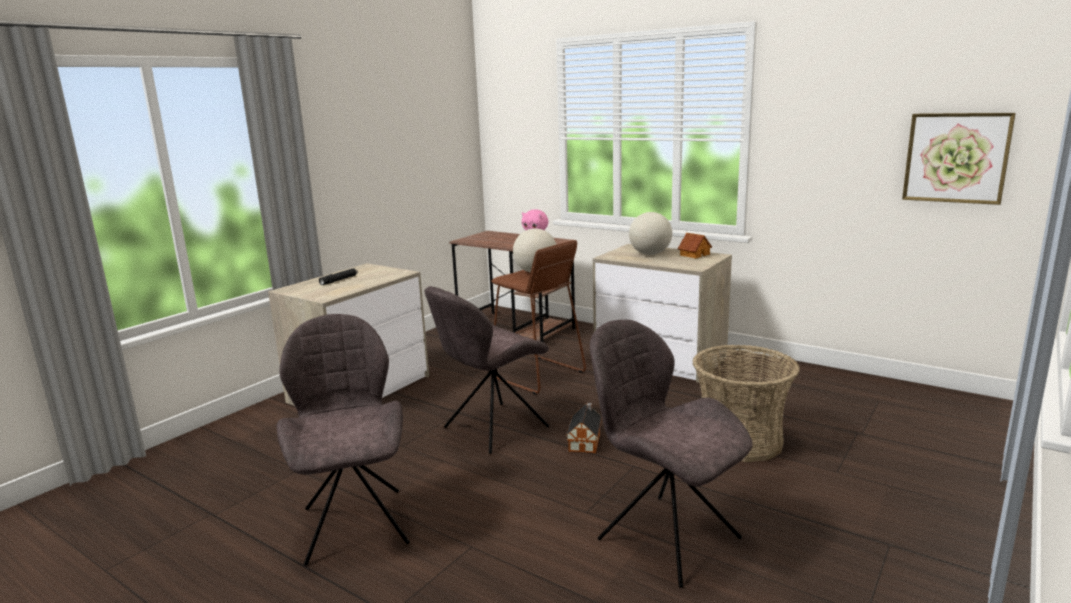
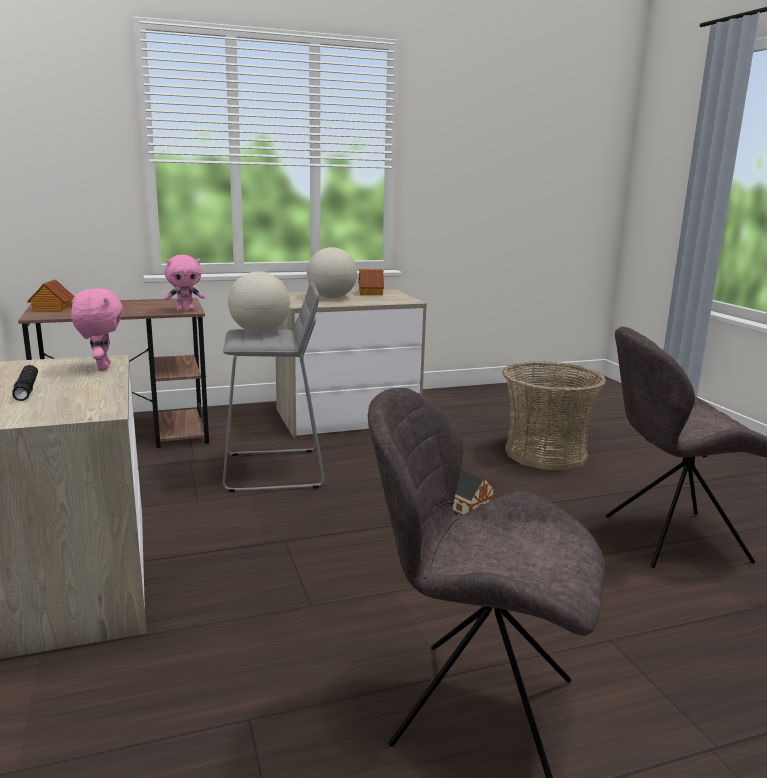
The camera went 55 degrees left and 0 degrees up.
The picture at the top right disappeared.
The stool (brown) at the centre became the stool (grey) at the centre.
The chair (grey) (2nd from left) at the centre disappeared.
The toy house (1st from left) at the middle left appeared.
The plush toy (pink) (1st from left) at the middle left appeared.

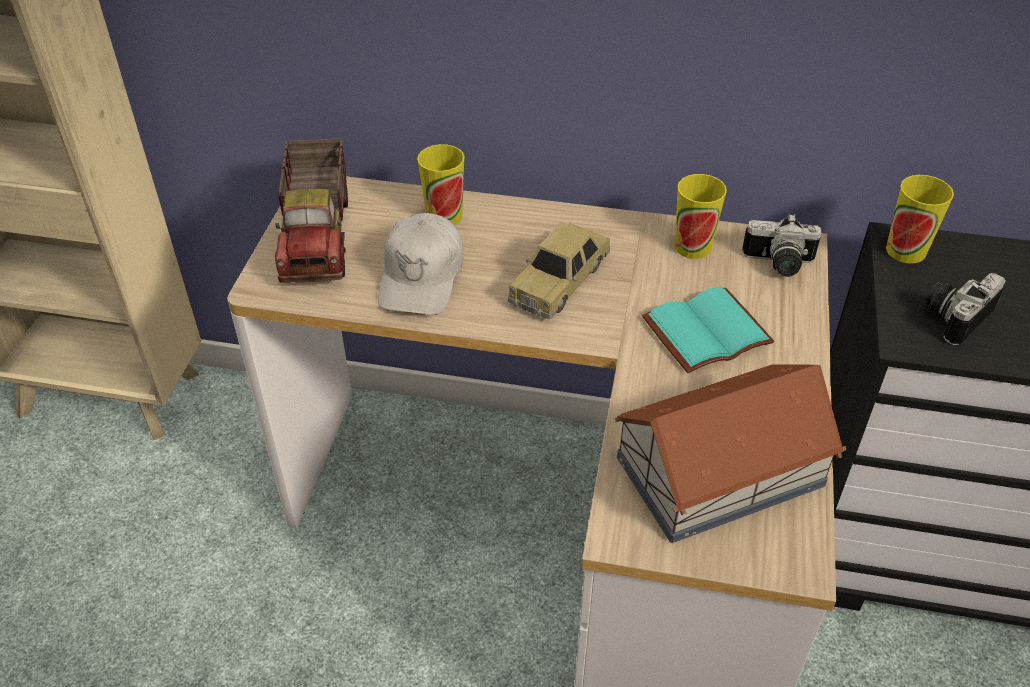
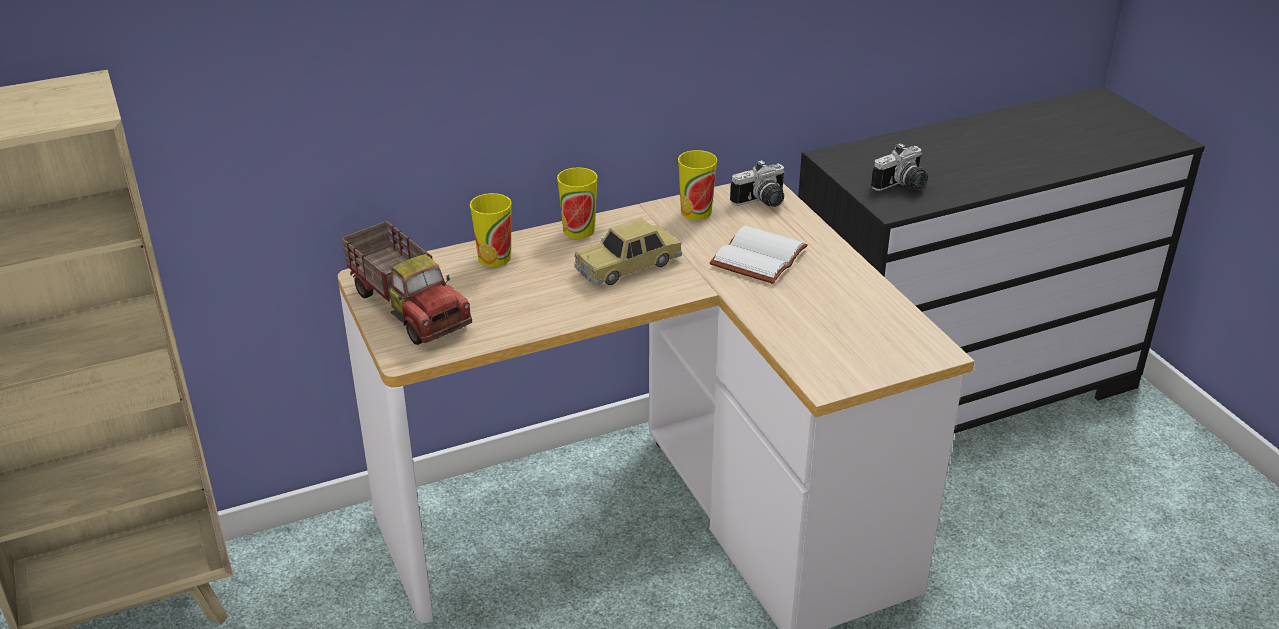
The camera went 35 degrees left and 10 degrees down.
The cup (3rd from left in the first image) moved from the top right to the top centre.
The cap (white) at the centre disappeared.
The toy car at the centre turned 60 degrees clockwise.
The photo camera (2nd from left) at the middle right turned 135 degrees counterclockwise.
The book (turquoise) at the middle right became the book (white) at the centre.
The toy house at the middle right disappeared.

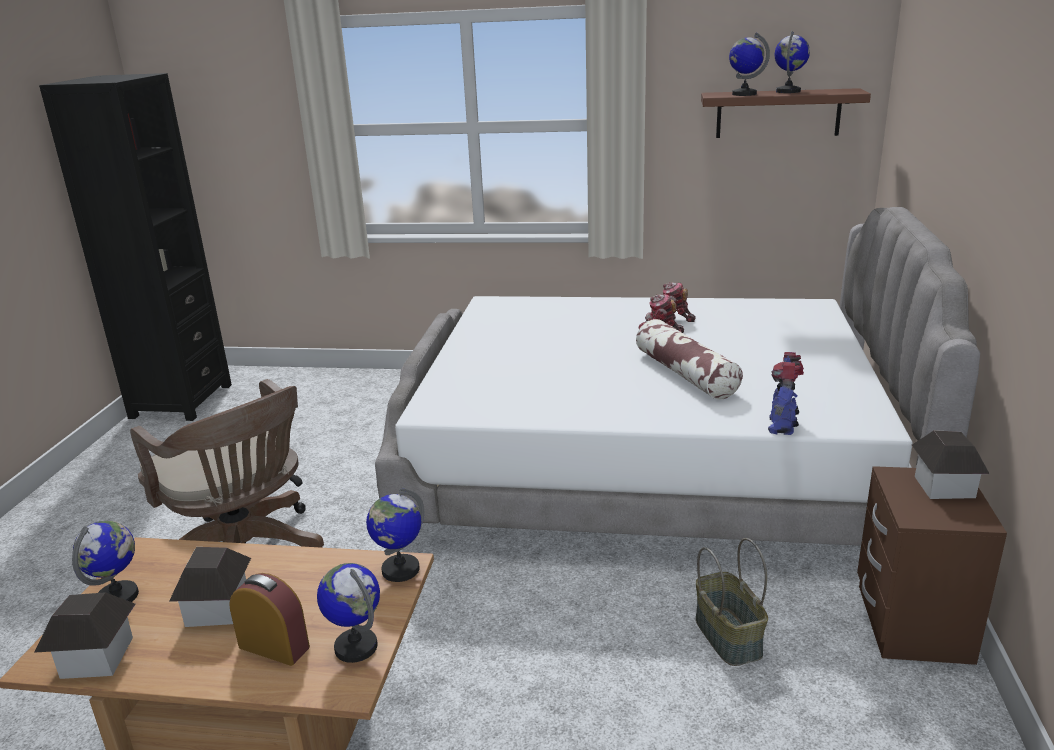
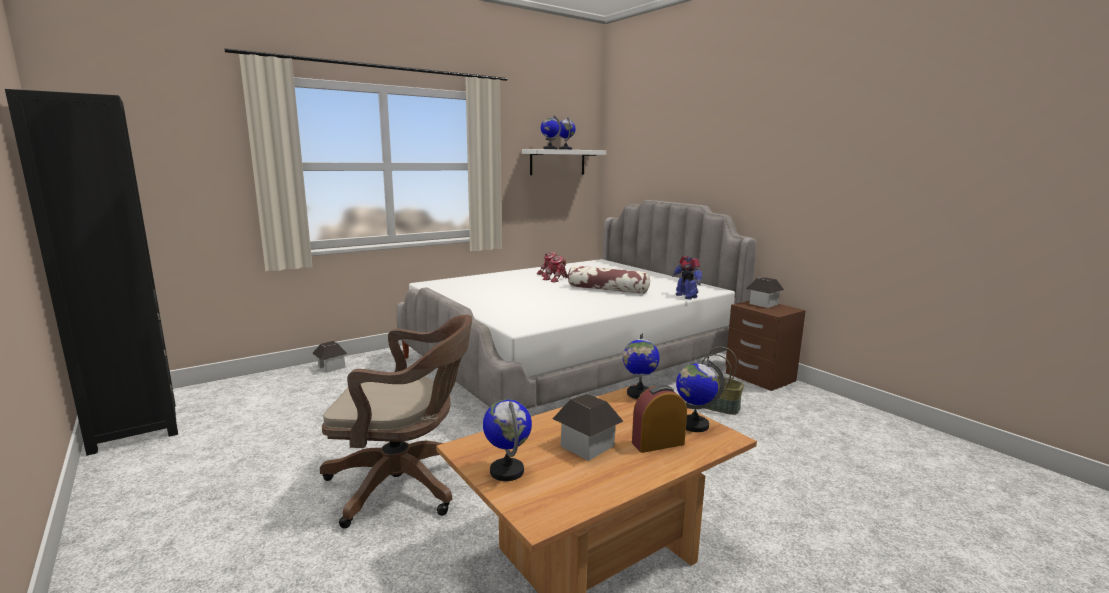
The camera went 45 degrees left and 10 degrees down.
The shelf (brown) at the top right became the shelf (white) at the top centre.
The toy house (1st from left) moved from the bottom left to the middle left.

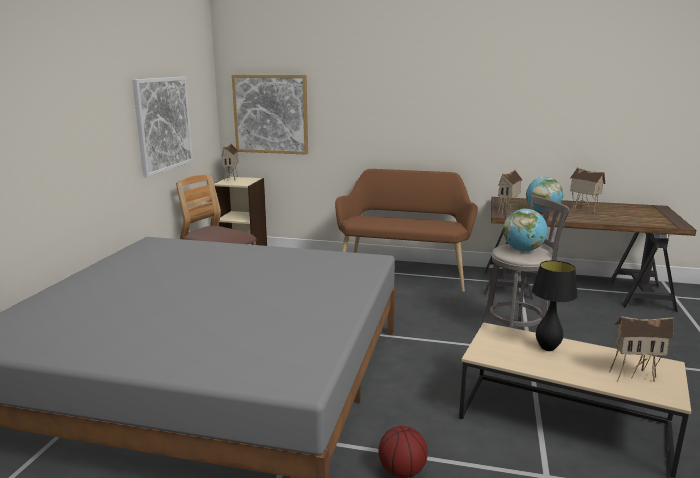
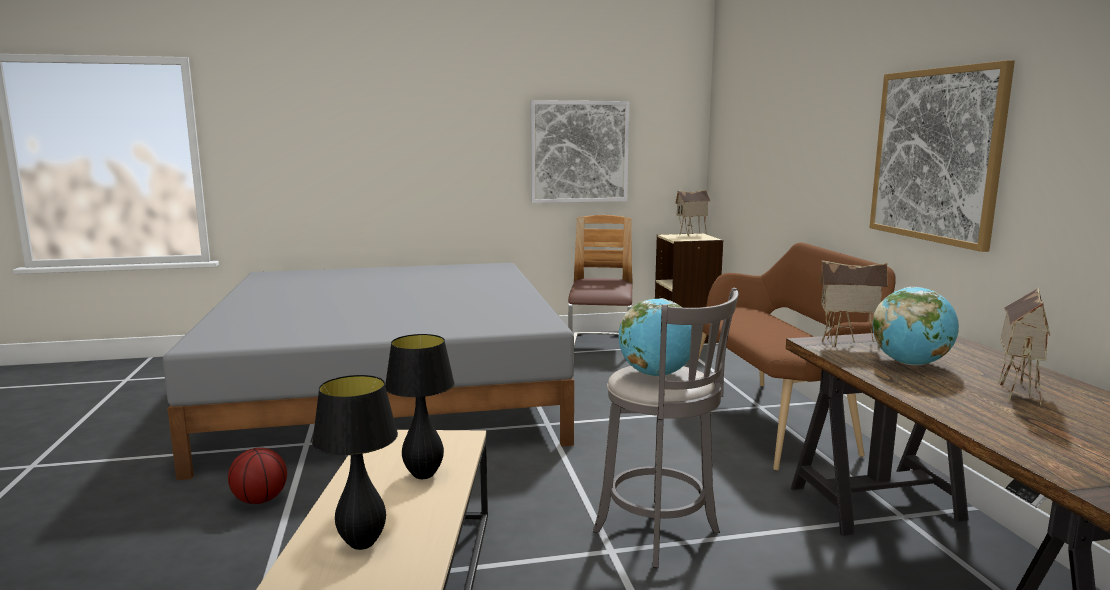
The camera went 65 degrees right and 5 degrees down.
The picture (2nd from left) moved from the top centre to the top right.
The toy house (4th from left) at the bottom right was replaced by the table lamp (black) (1st from left) at the bottom left.

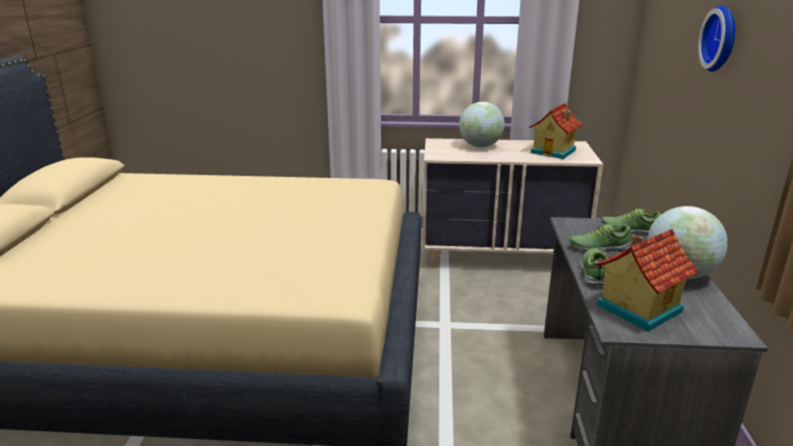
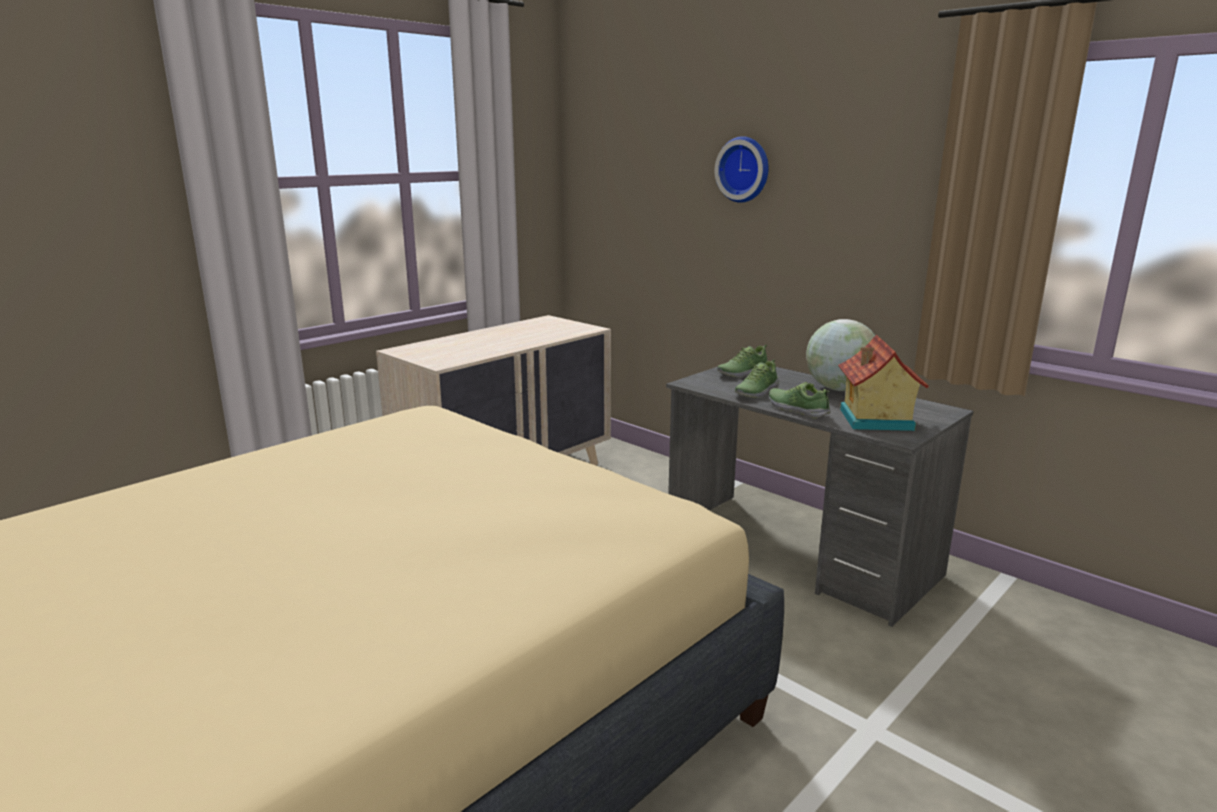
The camera went 50 degrees left and 5 degrees down.
The globe (1st from left) at the top centre disappeared.
The toy house (1st from left) at the top right disappeared.

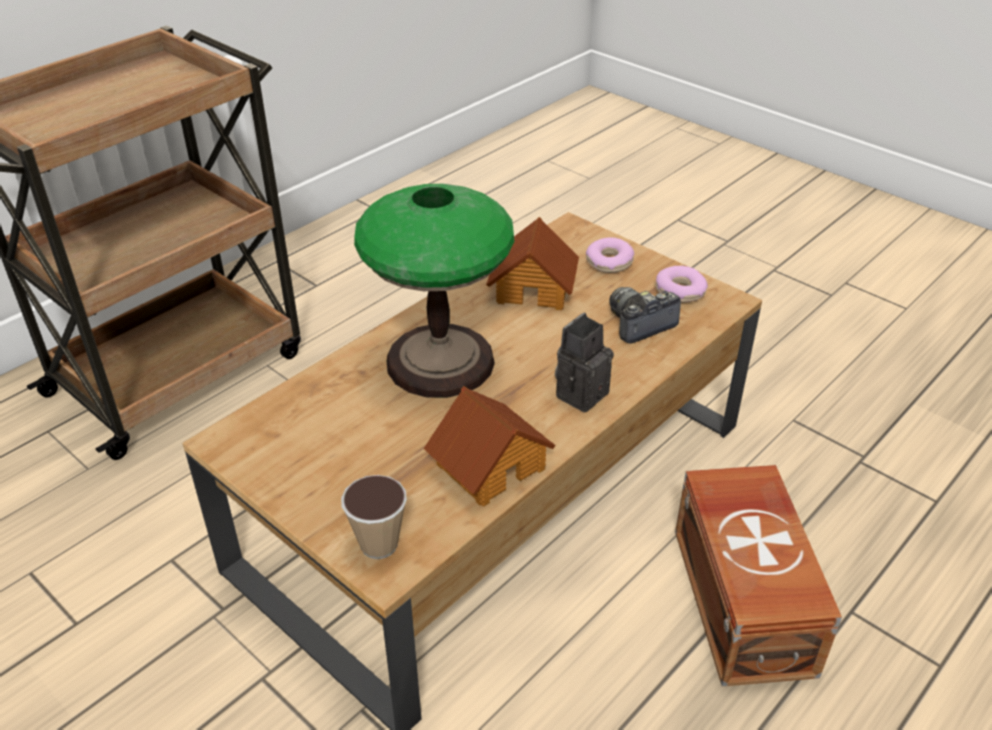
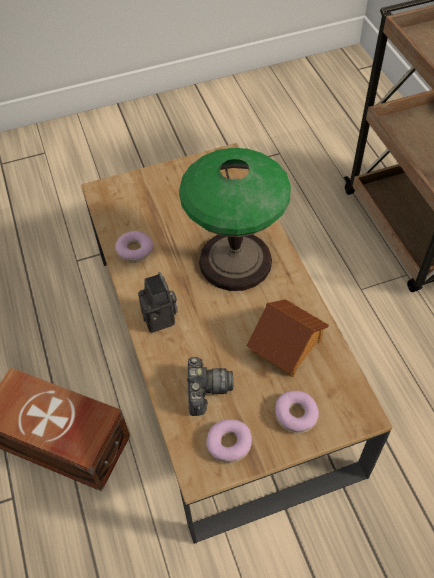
The camera went 120 degrees right and 15 degrees up.
The toy house (1st from left) at the centre was replaced by the donut (1st from left) at the middle left.
The cup at the bottom centre disappeared.

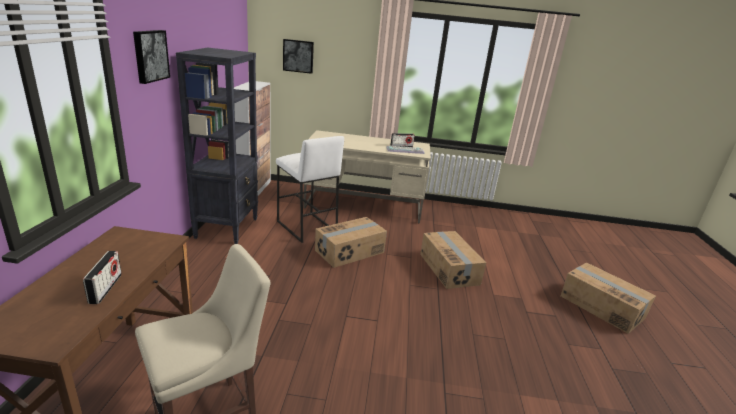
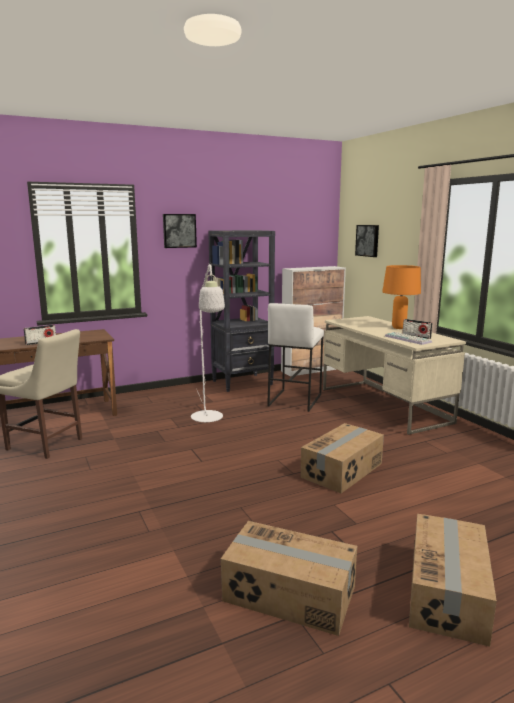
The camera went 60 degrees right and 10 degrees down.
The cardboard box (1st from left) moved from the centre to the bottom centre.
The floor lamp (white) at the centre appeared.
The table lamp (orange) at the middle right appeared.

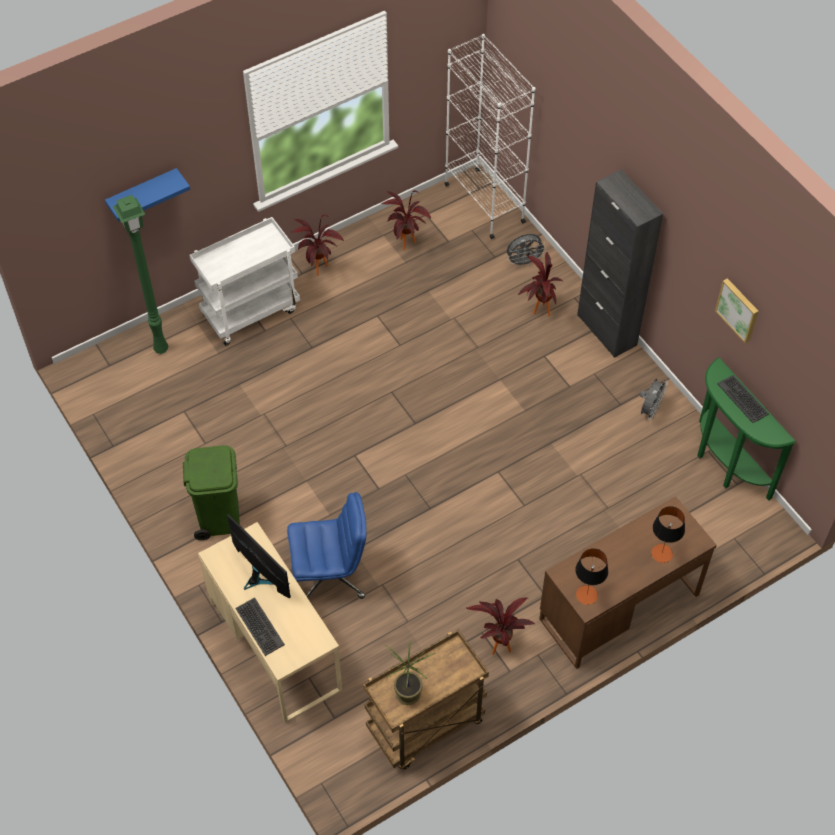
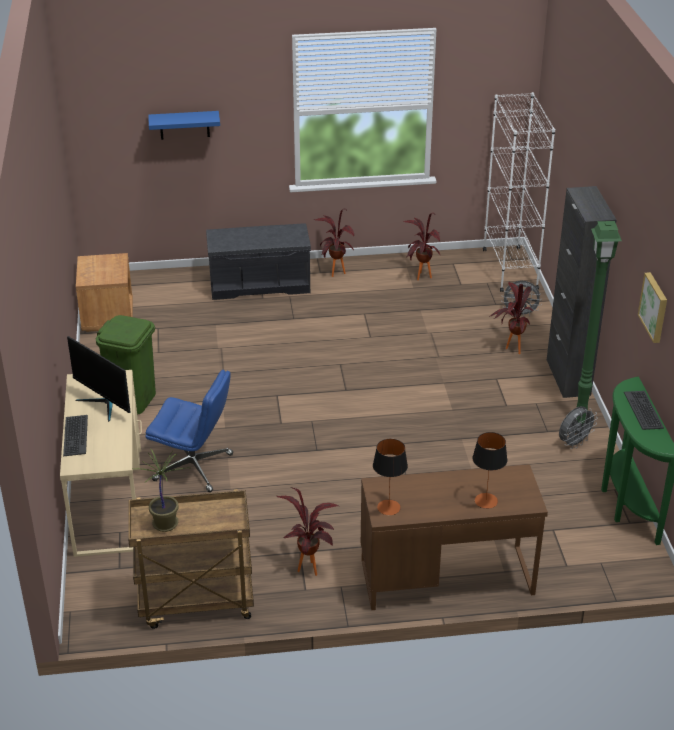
The camera went 25 degrees right and 20 degrees down.
The floor lamp (green) moved from the top left to the middle right.
The cart (white) at the middle left was replaced by the bench (grey) at the centre.
The monitor at the middle left turned 150 degrees clockwise.
The nightstand (brown) at the middle left appeared.

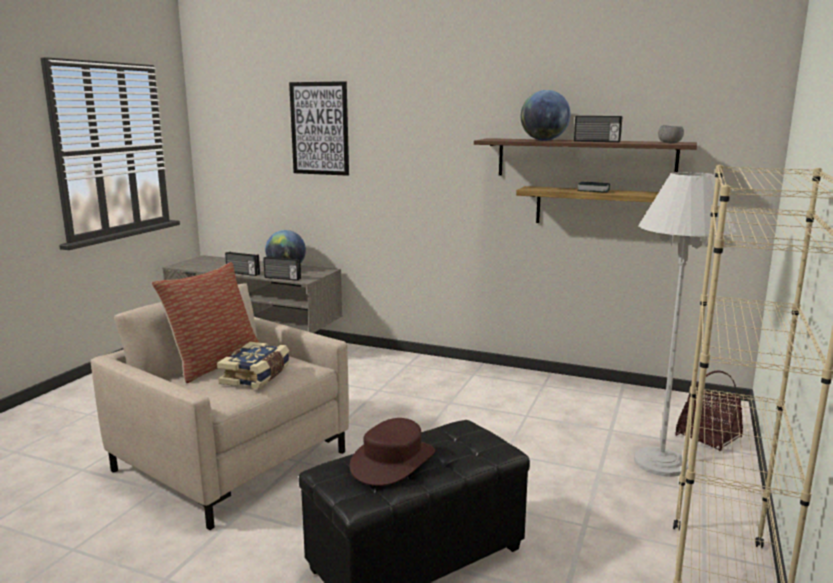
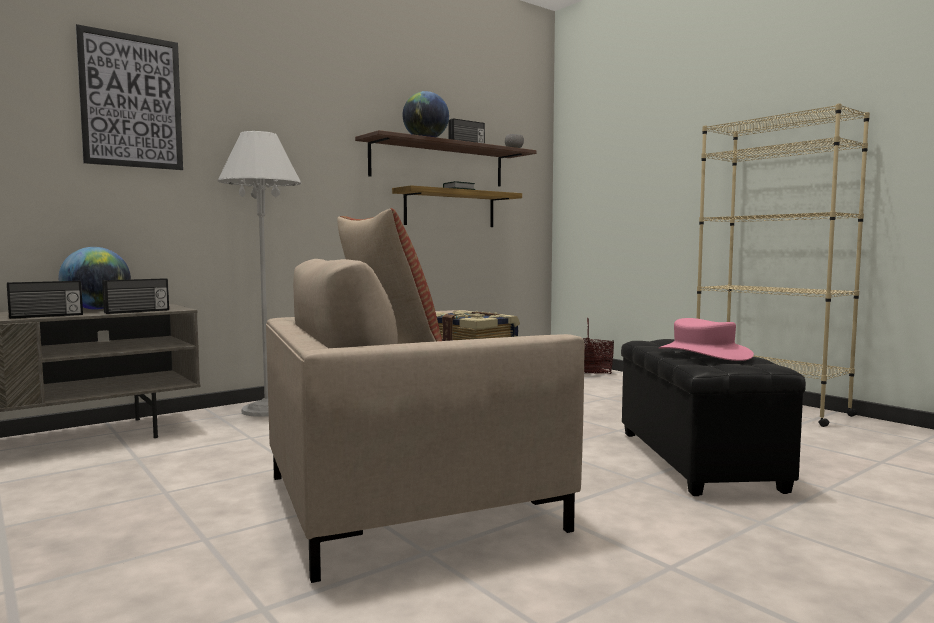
The camera went 60 degrees left and 10 degrees down.
The floor lamp (white) moved from the middle right to the middle left.
The hat (brown) at the bottom centre became the hat (pink) at the middle right.

